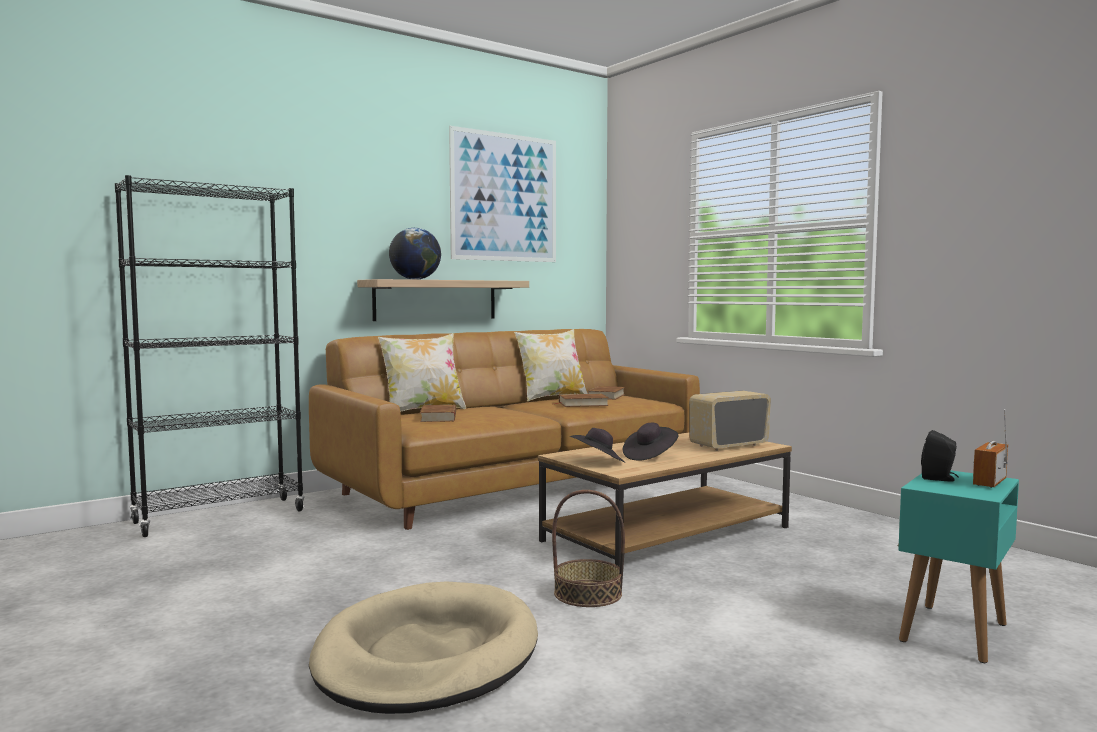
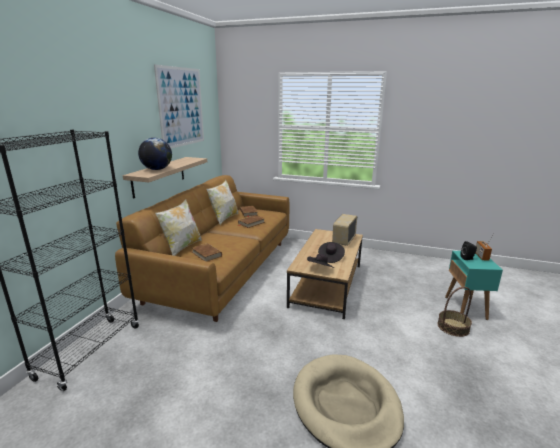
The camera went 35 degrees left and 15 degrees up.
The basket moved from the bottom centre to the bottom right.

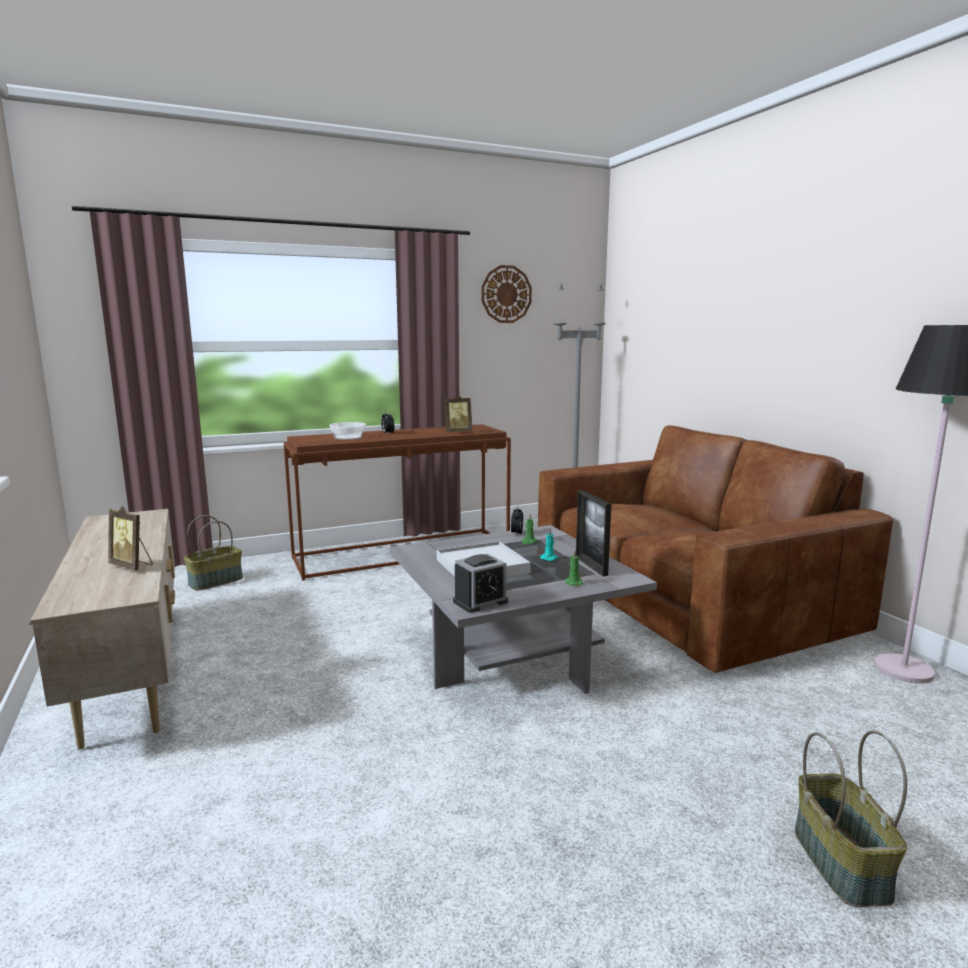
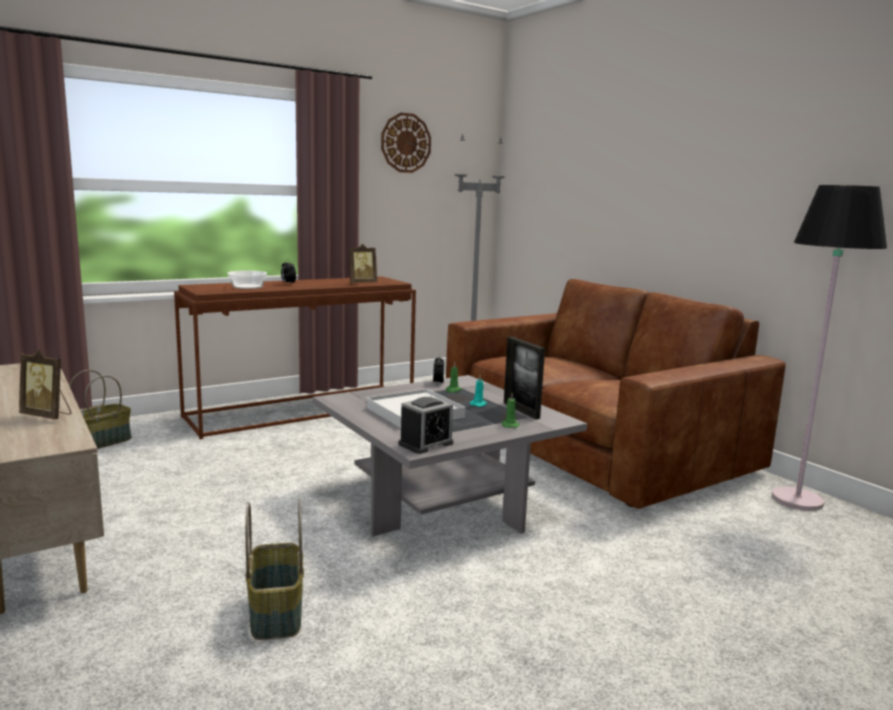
The camera went 10 degrees left and 0 degrees up.
The basket (2nd from left) moved from the bottom right to the bottom left.

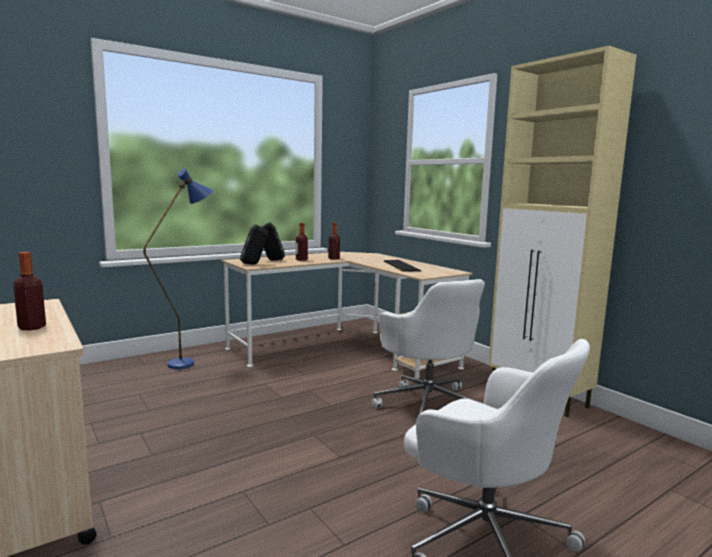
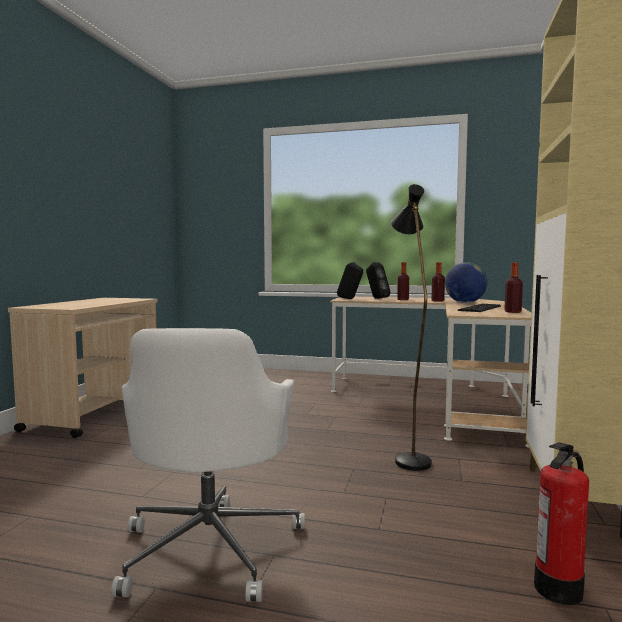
The camera went 50 degrees right and 5 degrees down.
The floor lamp (blue) at the middle left disappeared.
The bottle (1st from left in the first image) moved from the middle left to the middle right.
The office chair (white) (1st from left) at the centre was replaced by the floor lamp (black) at the centre.
The globe at the middle right appeared.
The fire extinguisher at the bottom right appeared.

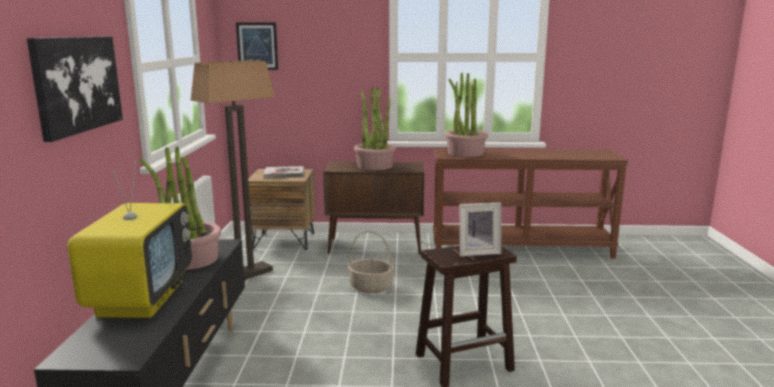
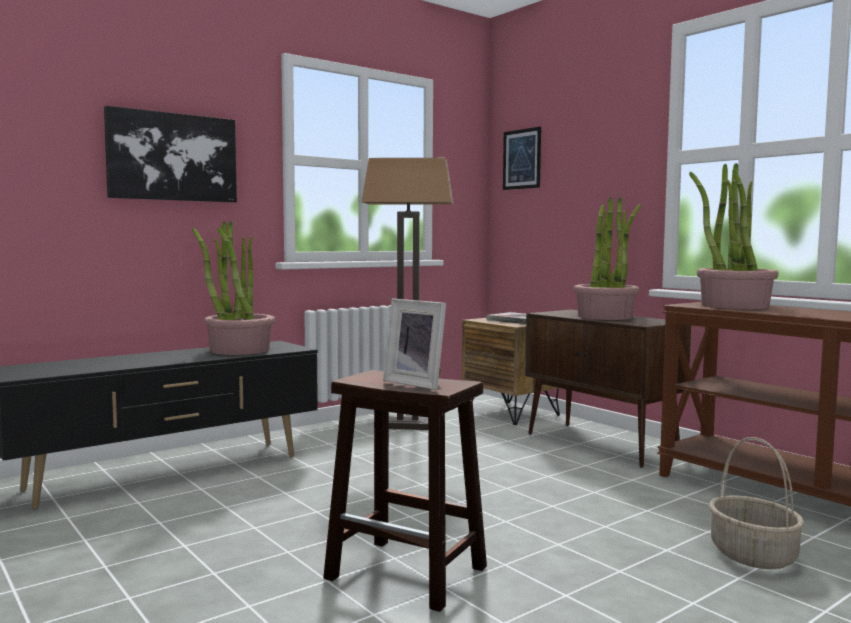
The camera went 50 degrees right and 10 degrees down.
The television at the middle left disappeared.
The basket moved from the bottom centre to the bottom right.

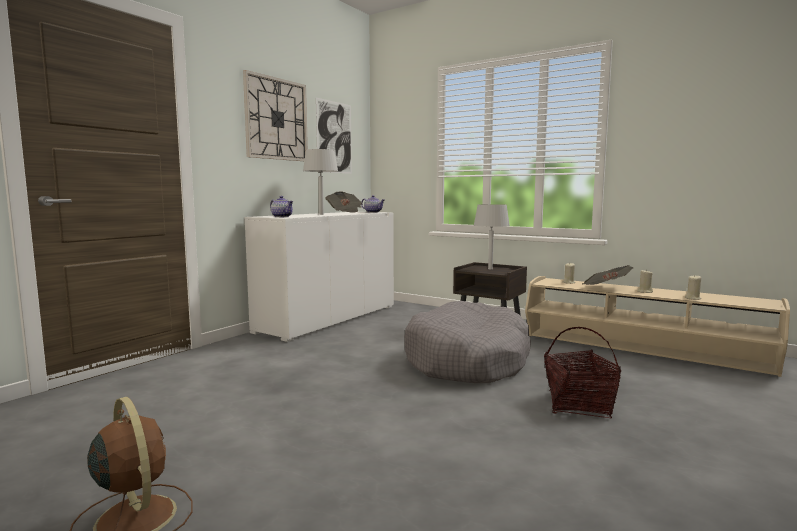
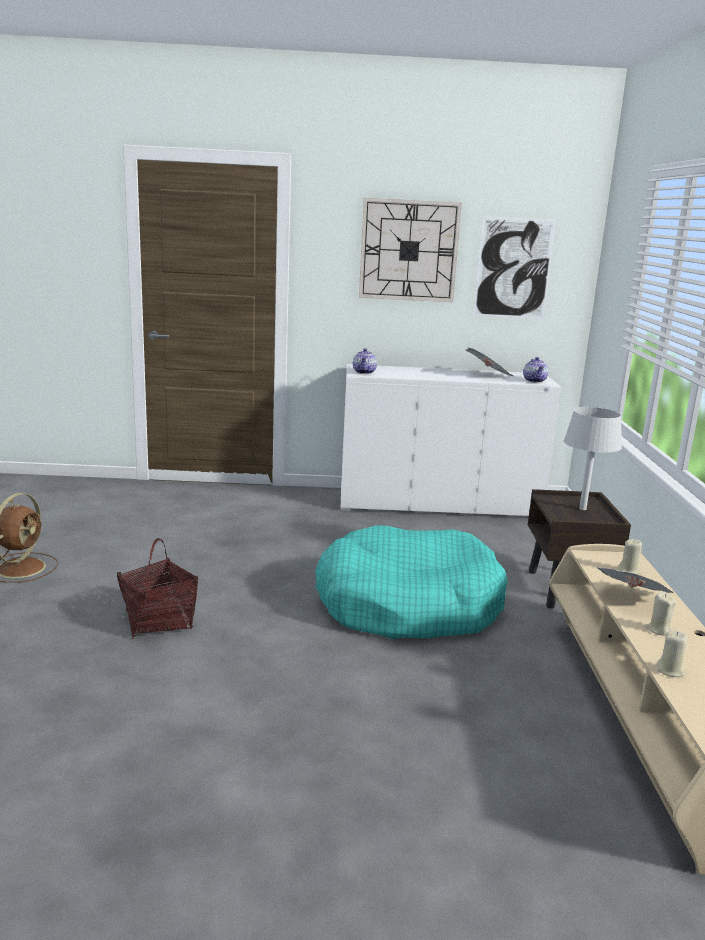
The camera went 55 degrees right and 10 degrees up.
The table lamp (grey) (1st from left) at the centre disappeared.
The dog bed (grey) at the centre became the dog bed (turquoise) at the centre.
The basket moved from the bottom right to the middle left.

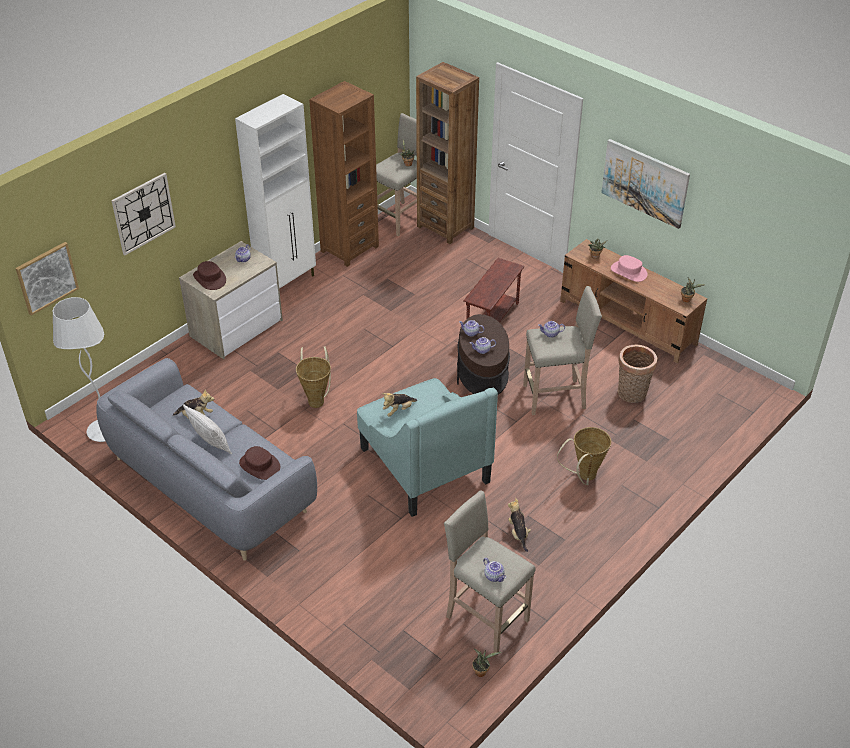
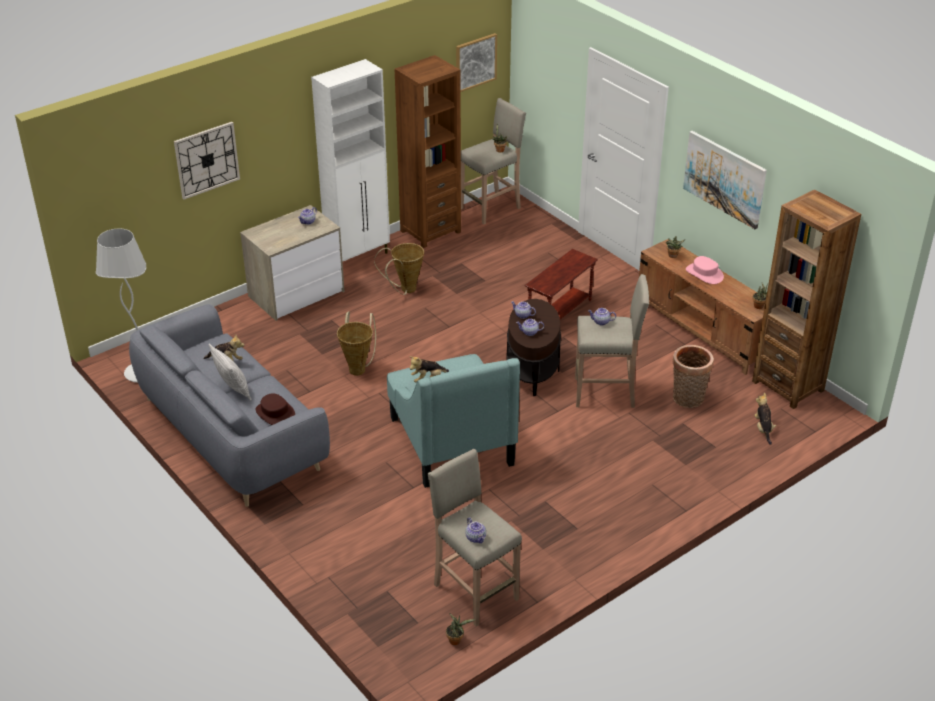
The camera went 10 degrees right and 5 degrees down.
The bookcase (brown) (2nd from left) moved from the top centre to the middle right.
The picture (1st from left) moved from the middle left to the top centre.
The hat (brown) (1st from left) at the middle left disappeared.
The basket (2nd from left) moved from the middle right to the centre.
The plush toy (3rd from left) moved from the bottom centre to the middle right.

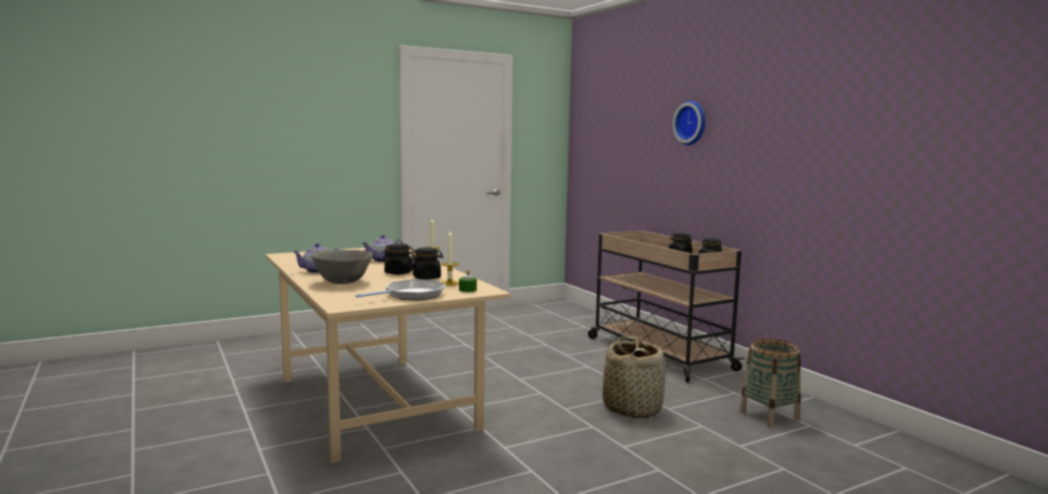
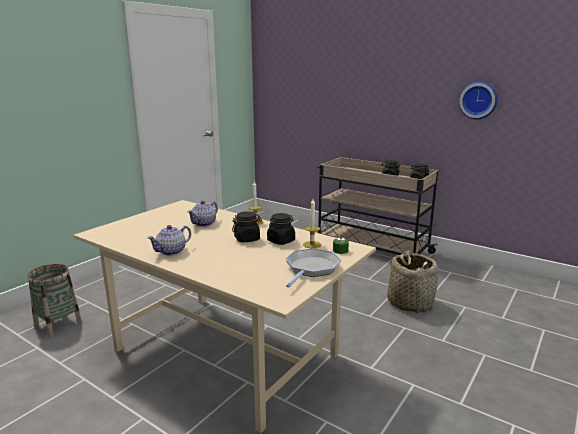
The camera went 25 degrees left and 10 degrees up.
The wall clock moved from the top centre to the top right.
The bowl (grey) at the middle left disappeared.
The basket (2nd from left in the first image) moved from the bottom right to the bottom left.

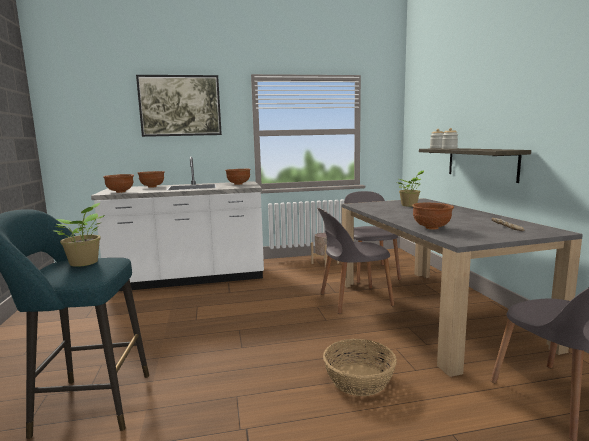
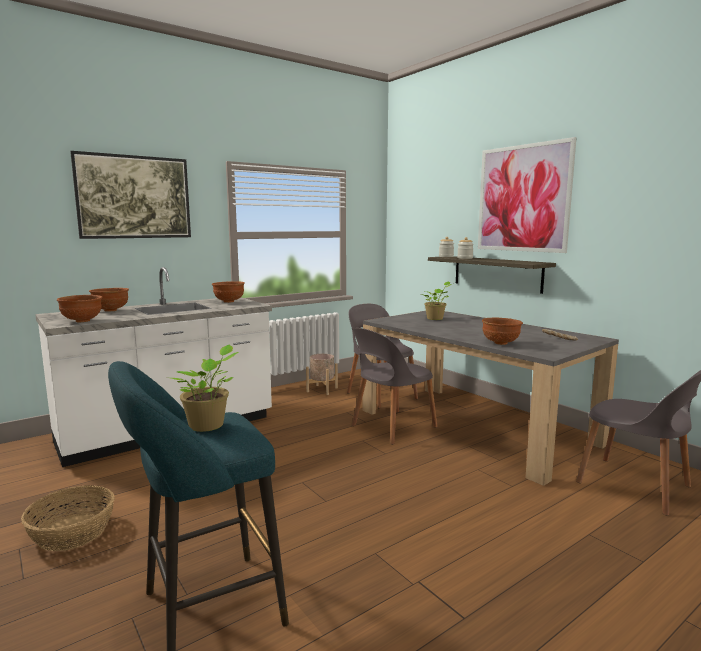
The camera went 25 degrees left and 0 degrees up.
The basket moved from the bottom centre to the bottom left.
The picture (2nd from left) at the top right appeared.

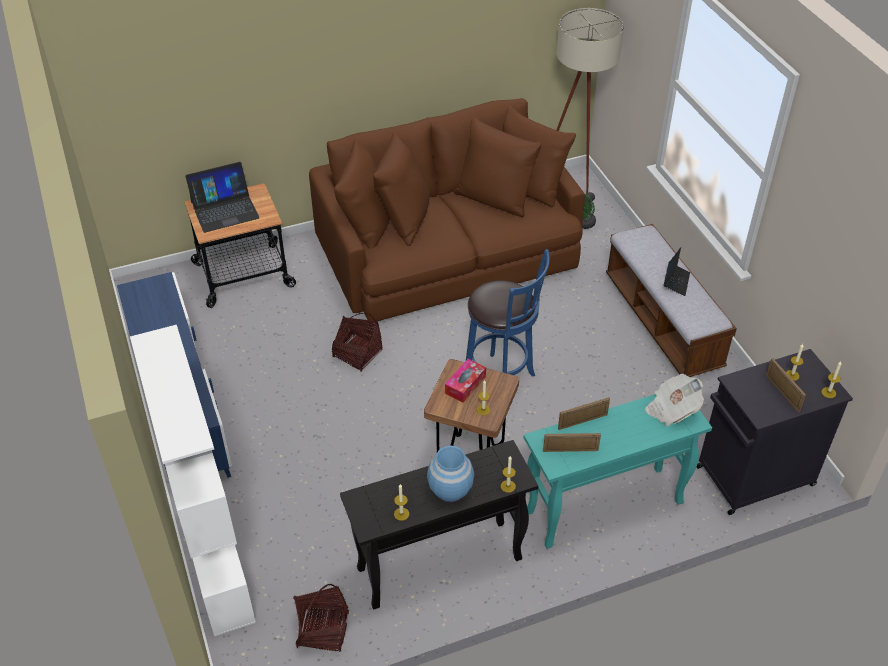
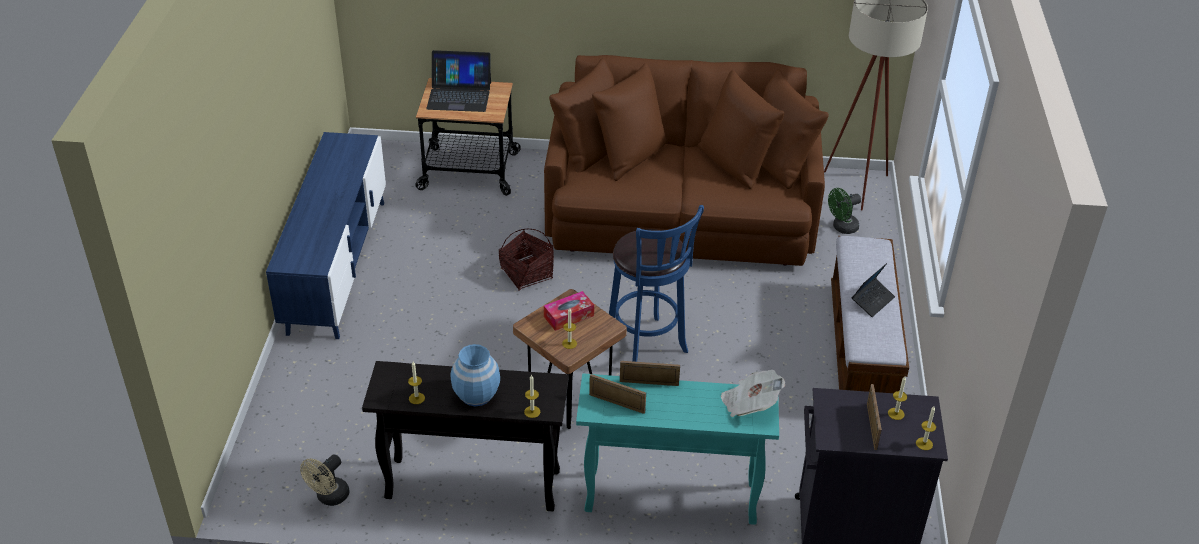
The camera went 25 degrees right and 5 degrees down.
The bookcase (white) at the bottom left disappeared.
The basket (1st from left) at the bottom centre was replaced by the fan (beige) at the bottom left.

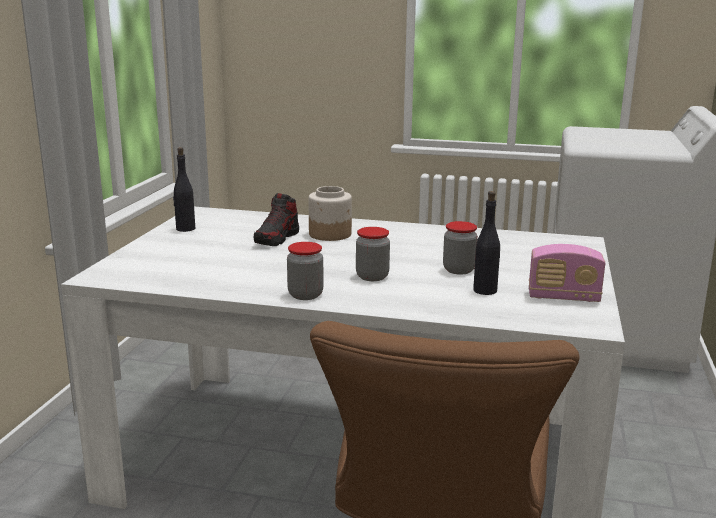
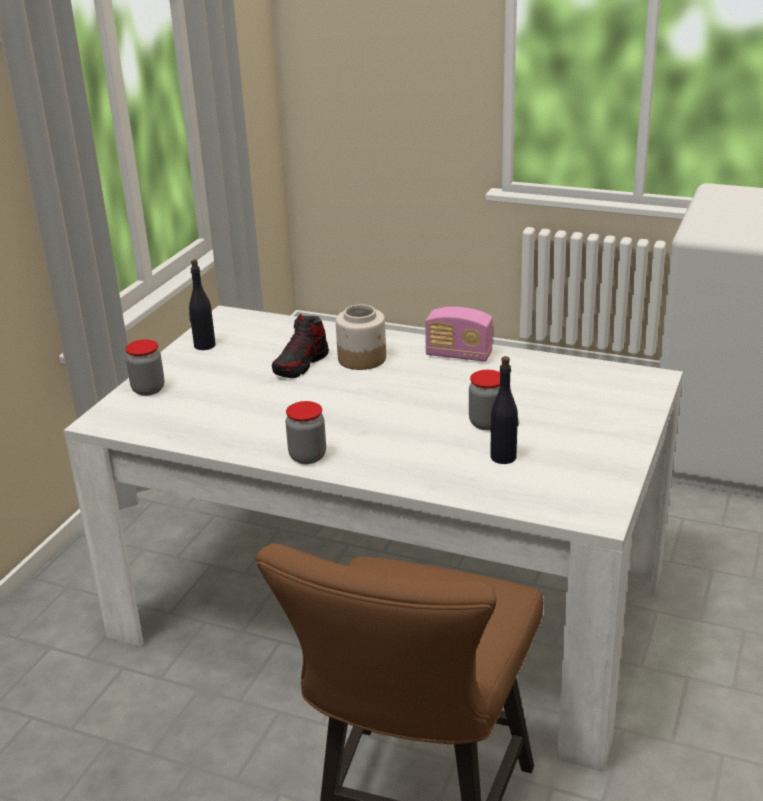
The camera went 10 degrees right and 10 degrees up.
The jar (3rd from left in the first image) moved from the centre to the middle left.
The radio moved from the middle right to the centre.

